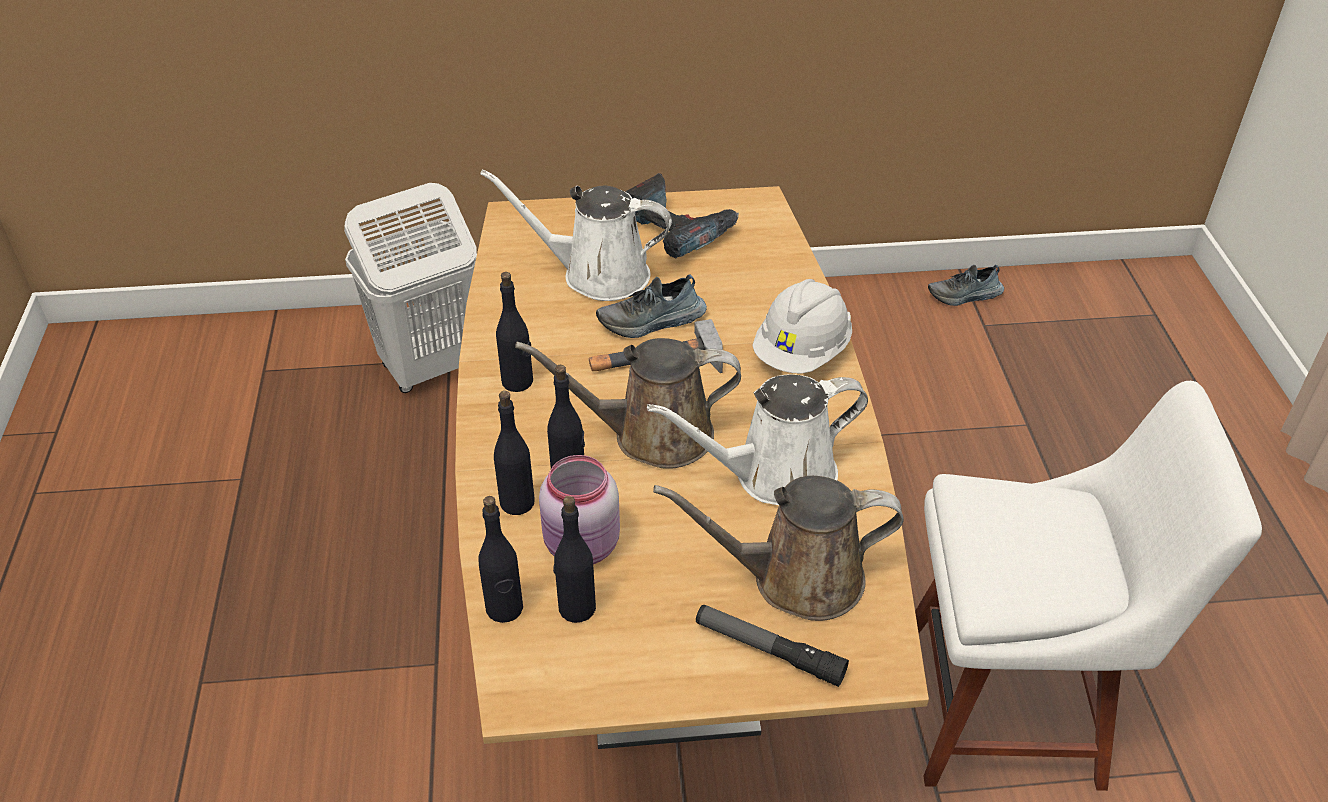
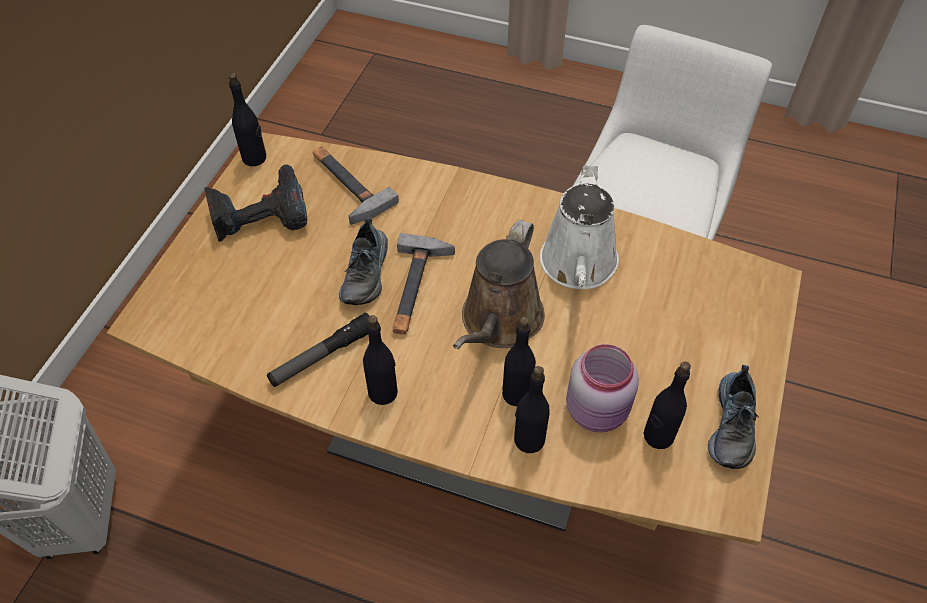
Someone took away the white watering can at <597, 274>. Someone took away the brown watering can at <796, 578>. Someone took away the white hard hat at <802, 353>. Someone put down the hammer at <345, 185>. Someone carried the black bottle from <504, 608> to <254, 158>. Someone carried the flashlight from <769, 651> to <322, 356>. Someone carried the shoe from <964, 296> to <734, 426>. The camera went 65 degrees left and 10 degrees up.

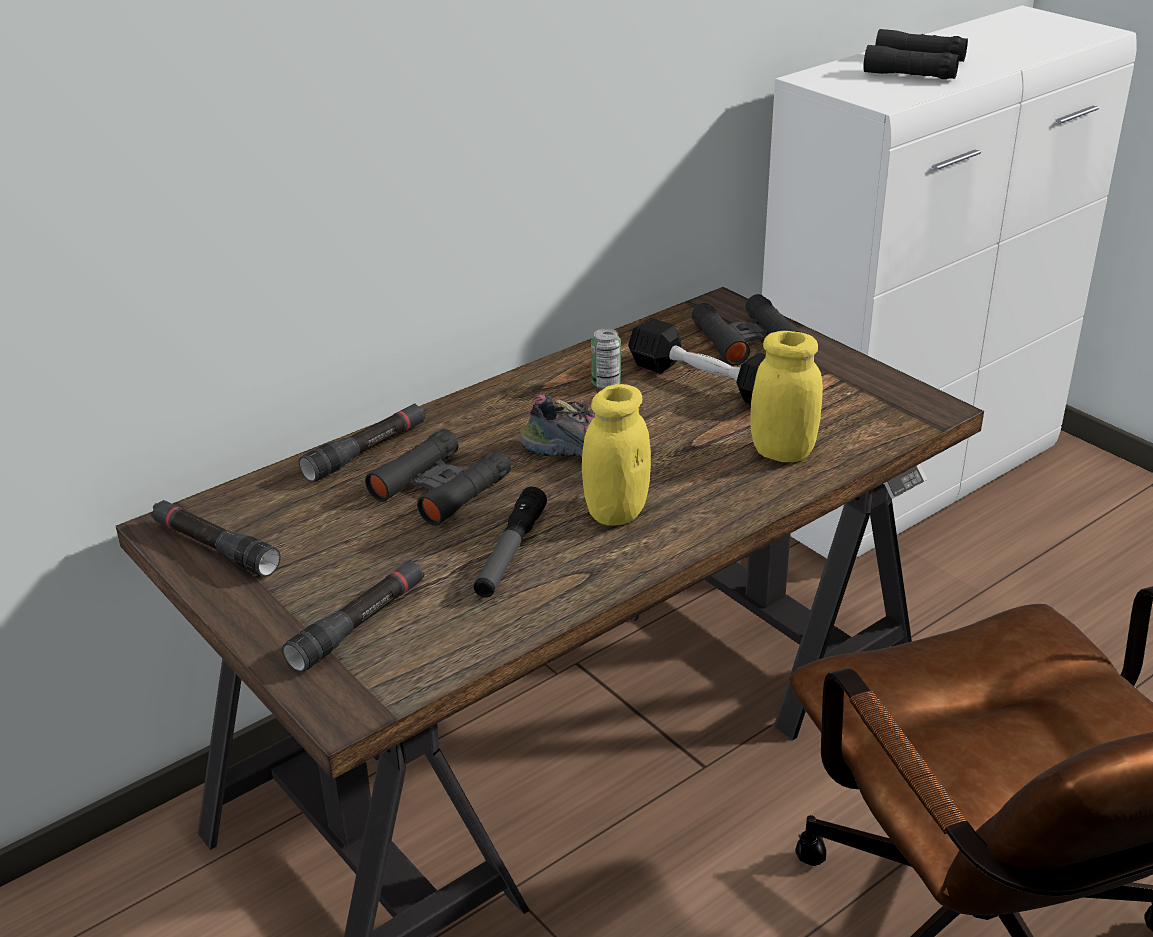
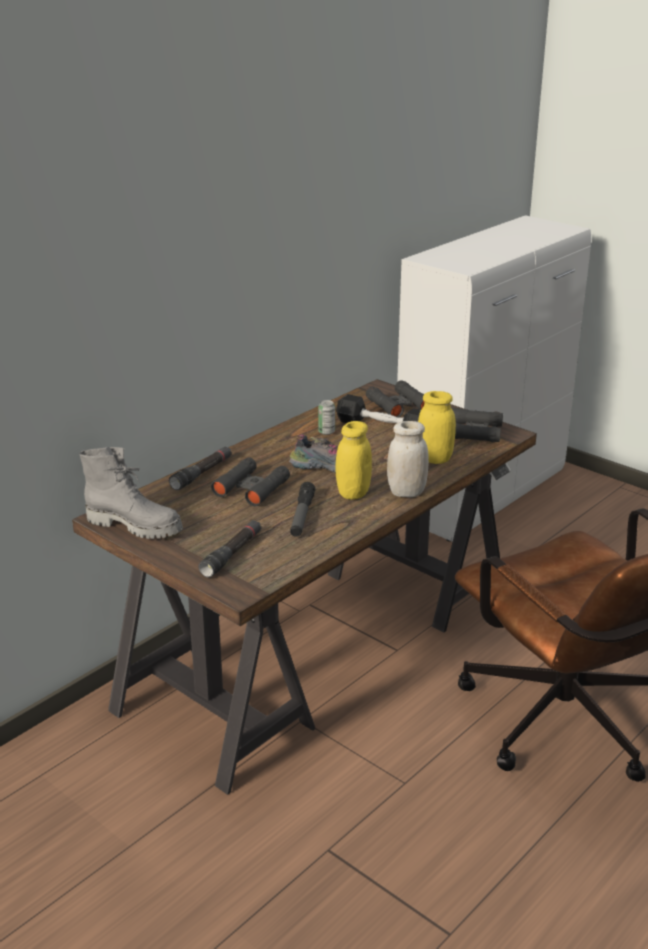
Someone put down the white jar at <406, 492>. Someone carried the black binoculars from <914, 67> to <473, 432>. Someone swapped the black flashlight at <215, 548> for the grey boot at <135, 525>. The camera went 10 degrees left and 5 degrees down.

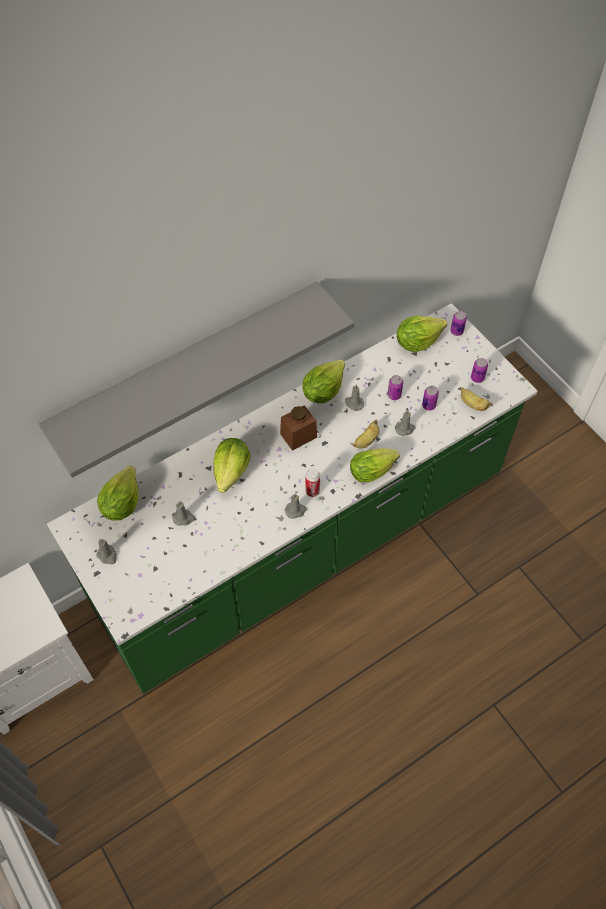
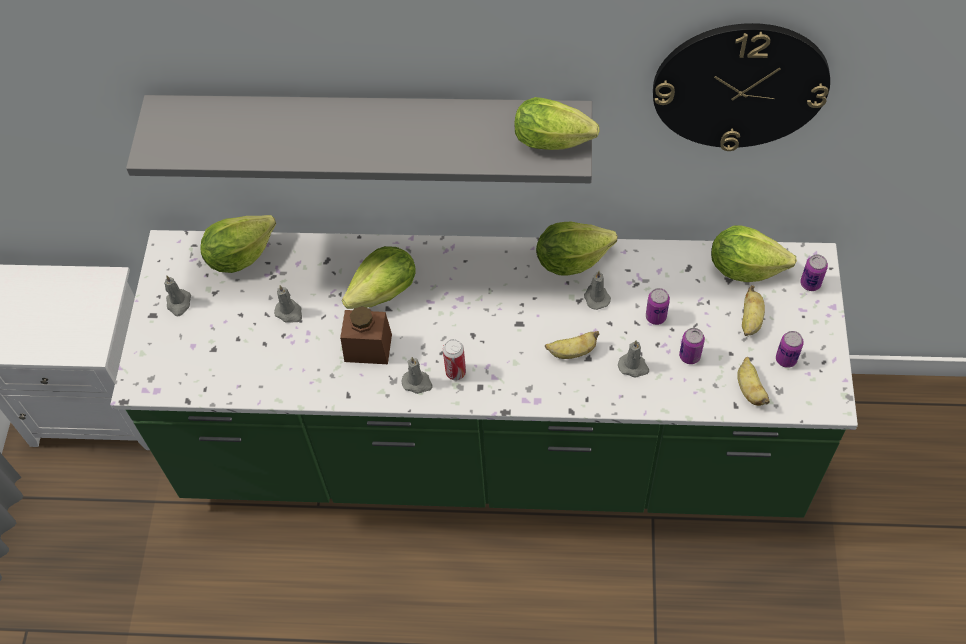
Someone put up the wall clock at <740, 86>. Someone put down the banana at <750, 320>. Someone carried the brown jar from <298, 435> to <368, 348>. Someone carried the lettuce from <374, 470> to <557, 141>. The camera went 40 degrees right and 0 degrees up.

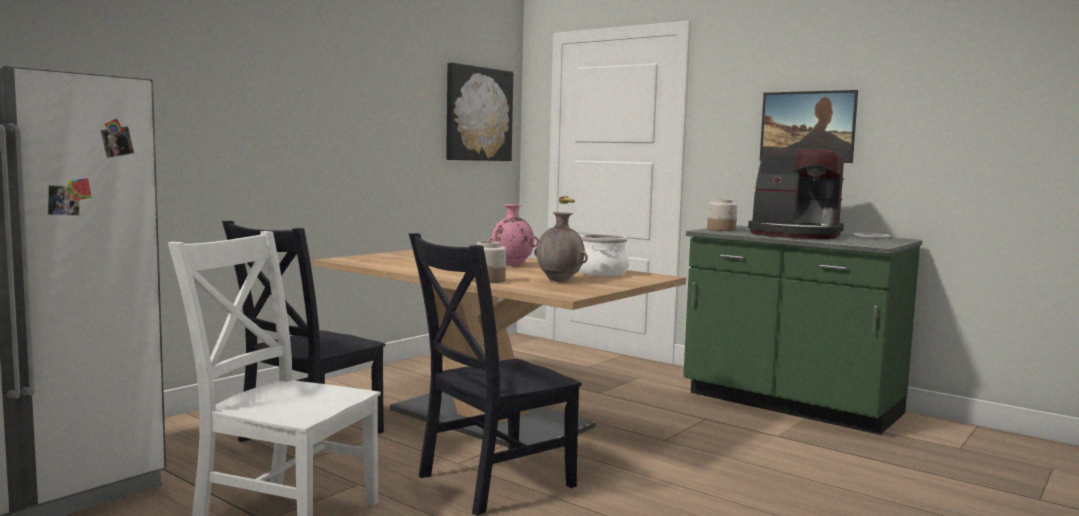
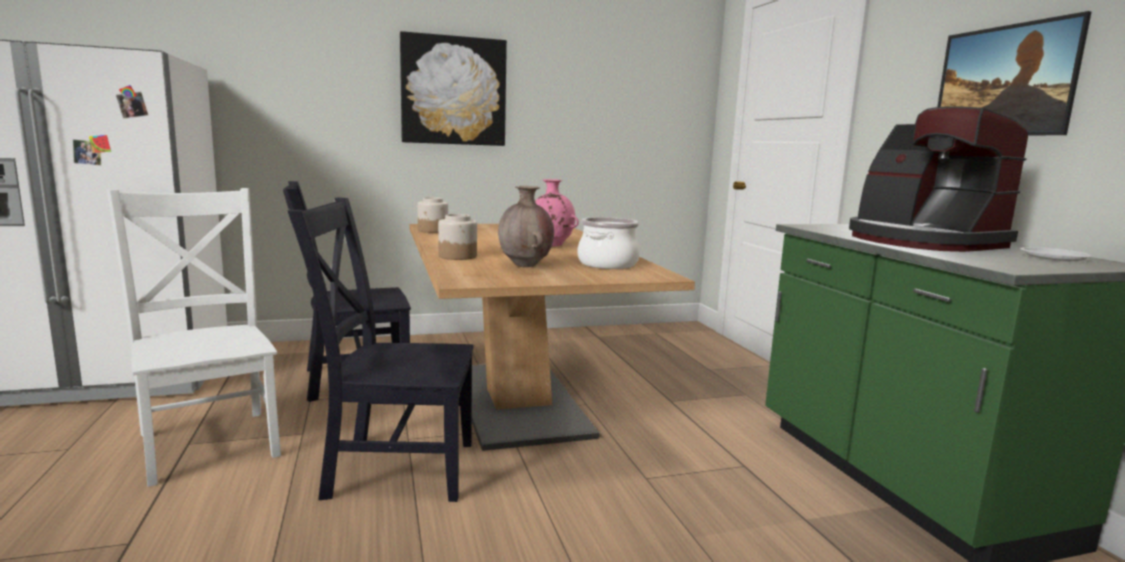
Someone carried the picture from <478, 114> to <453, 91>. Someone carried the jar from <721, 229> to <433, 230>. The camera went 35 degrees right and 5 degrees up.

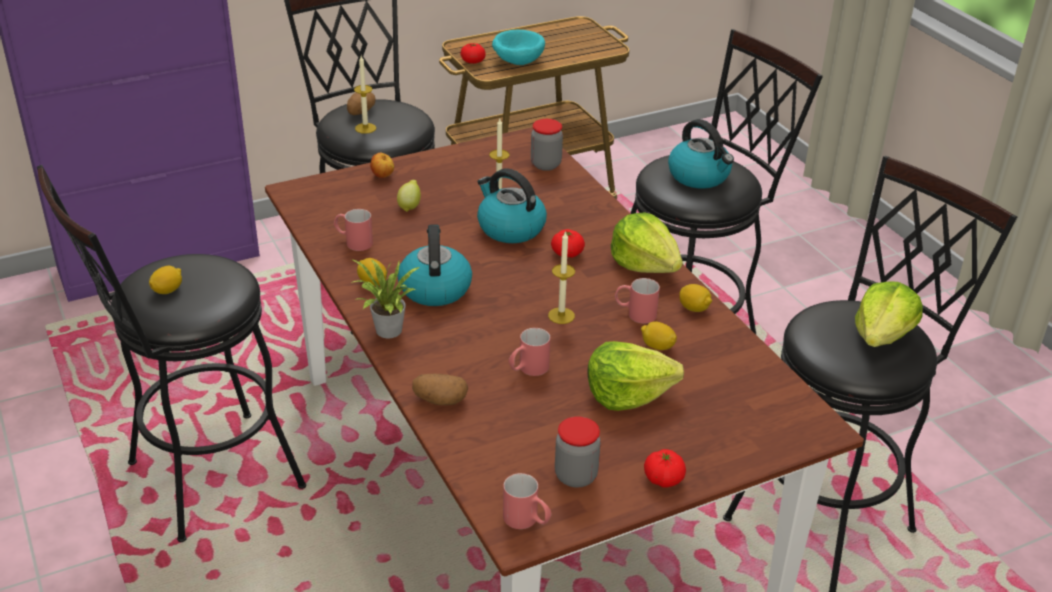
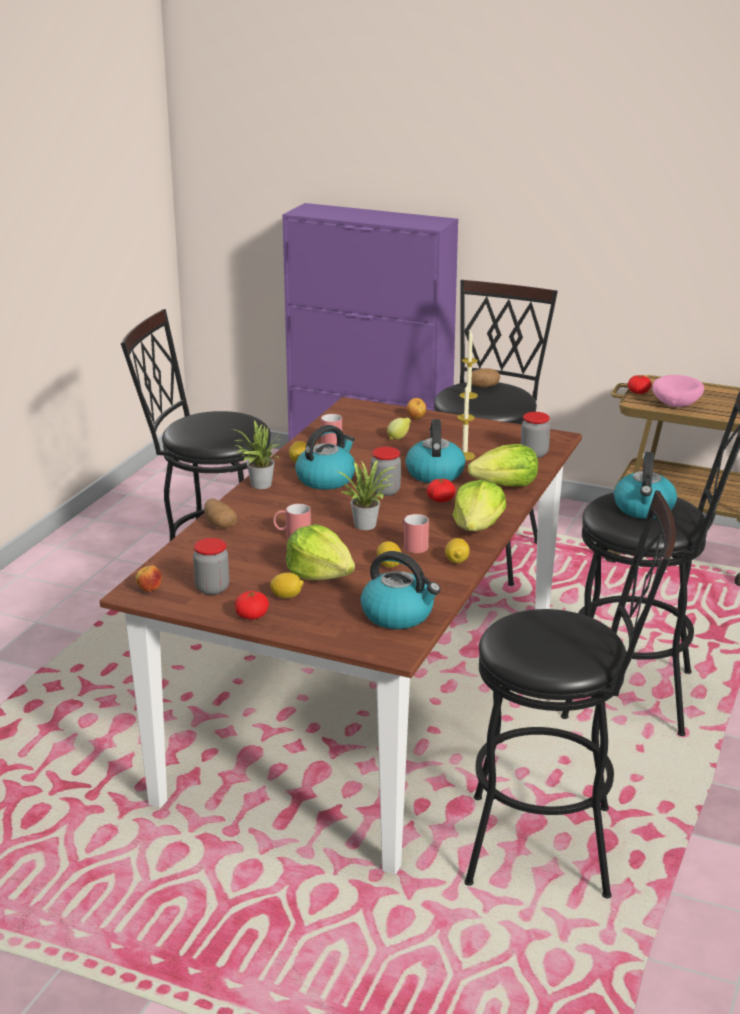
Someone put down the kettle at <398, 615>. Someone put down the jar at <385, 491>. Someone carried the lemon from <168, 290> to <287, 596>. Someone carried the lettuce from <882, 336> to <506, 485>. Someone swapped the red mug at <527, 521> for the apple at <149, 590>. Someone swapped the candle at <561, 315> for the potted plant at <367, 524>. Someone repainted the turquoise bowl at <517, 62>, which became the pink bowl at <675, 404>. The camera went 50 degrees right and 10 degrees down.

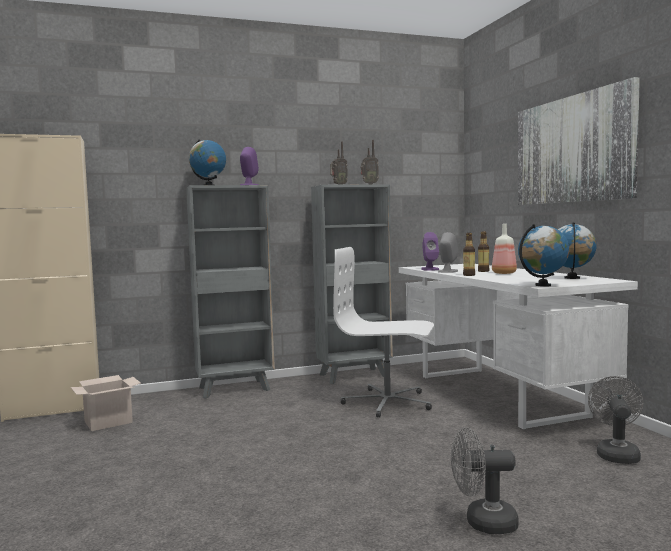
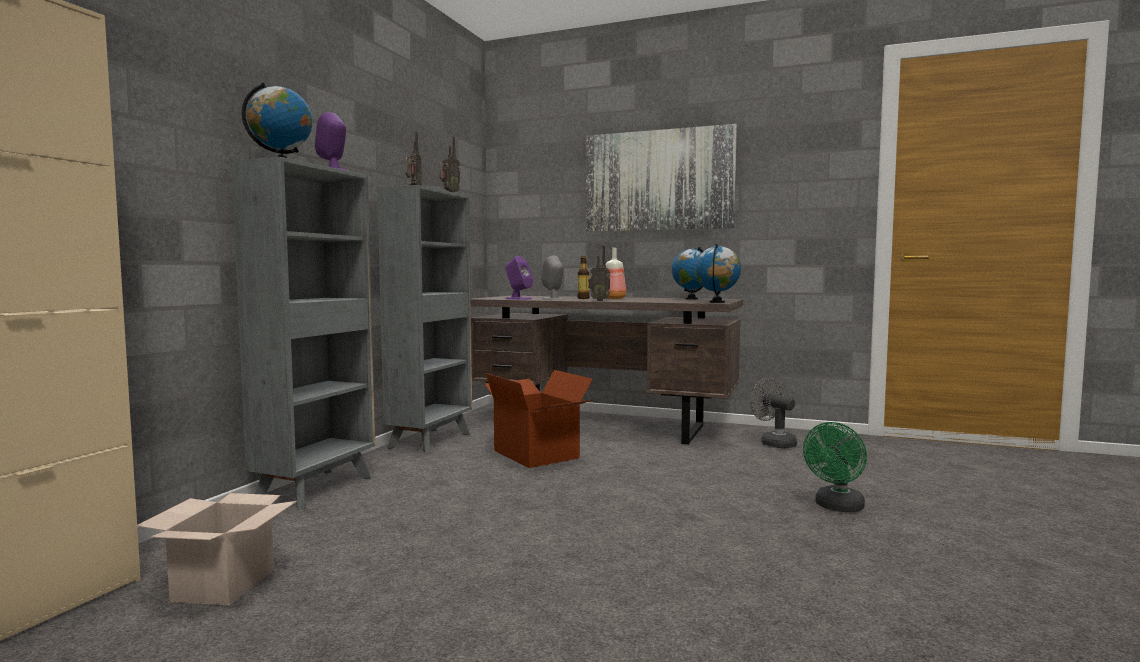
Someone swapped the white office chair at <388, 402> for the cardboard box at <537, 454>. Someone swapped the bottle at <469, 275> for the radio at <599, 300>. Someone repainted the white desk at <498, 395>, which became the brown desk at <605, 426>. Someone repainted the grey fan at <483, 523>, which became the green fan at <837, 507>. The camera went 50 degrees left and 0 degrees up.

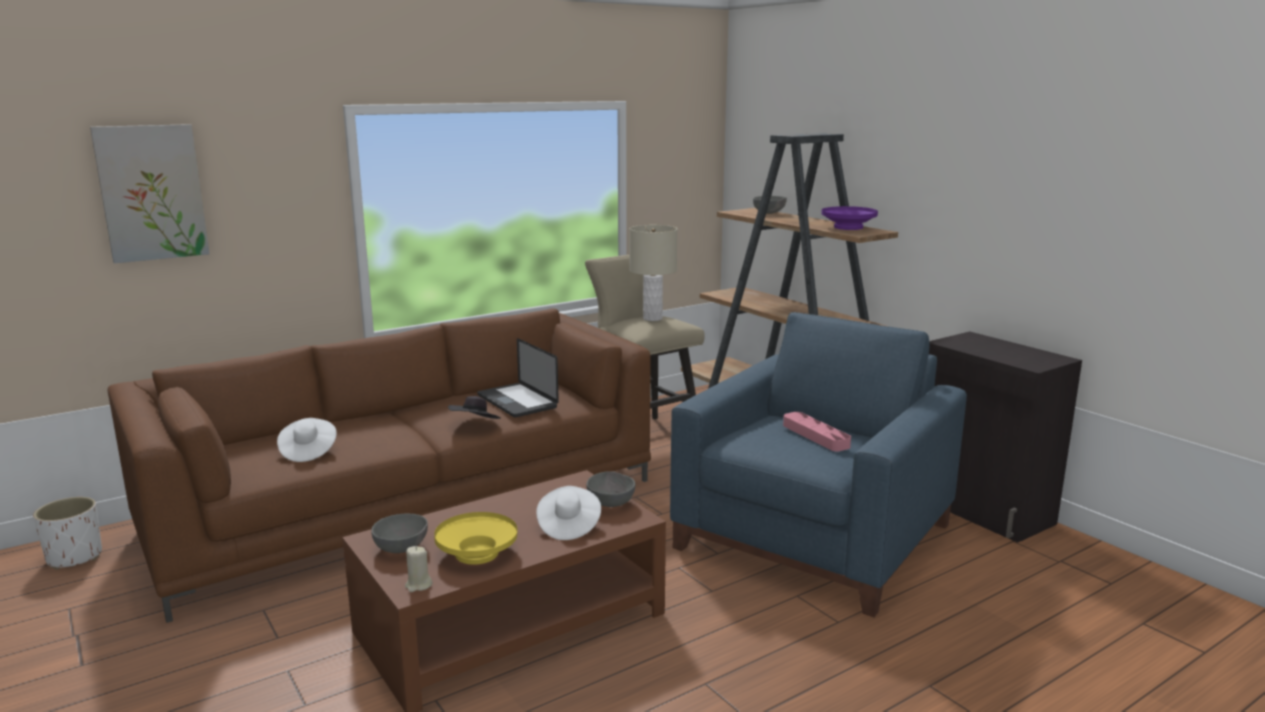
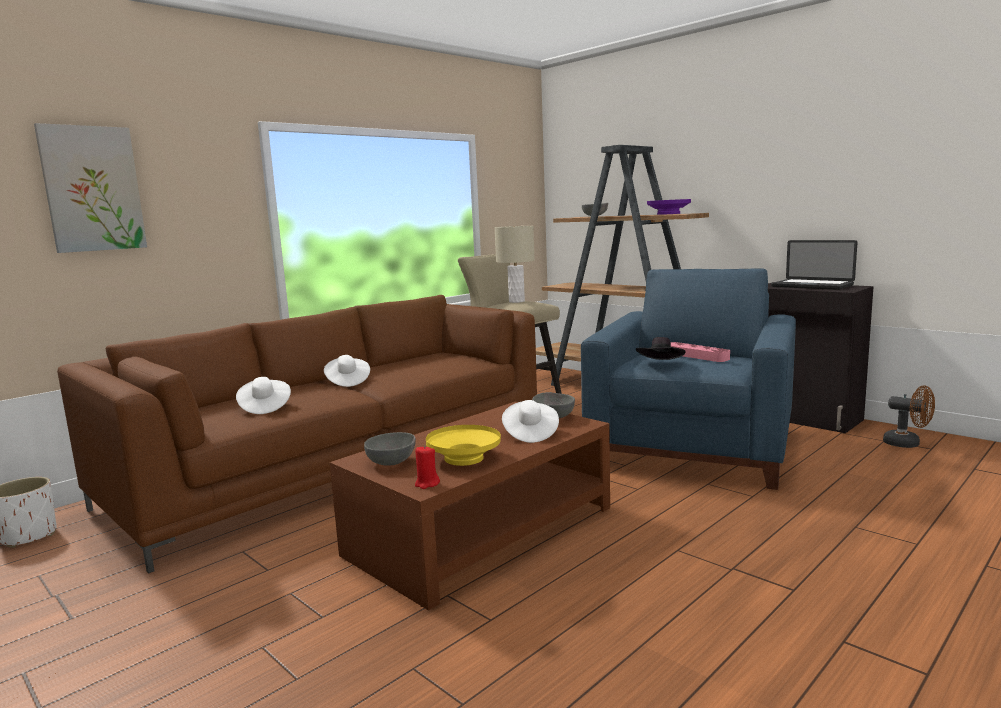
Someone put down the white hat at <347, 381>. Someone put down the brown fan at <907, 444>. Someone carried the black hat from <475, 425> to <660, 364>. Someone carried the laptop from <517, 401> to <811, 286>. Someone repainted the beige candle at <418, 585>, which became the red candle at <427, 484>. The camera went 10 degrees left and 5 degrees down.

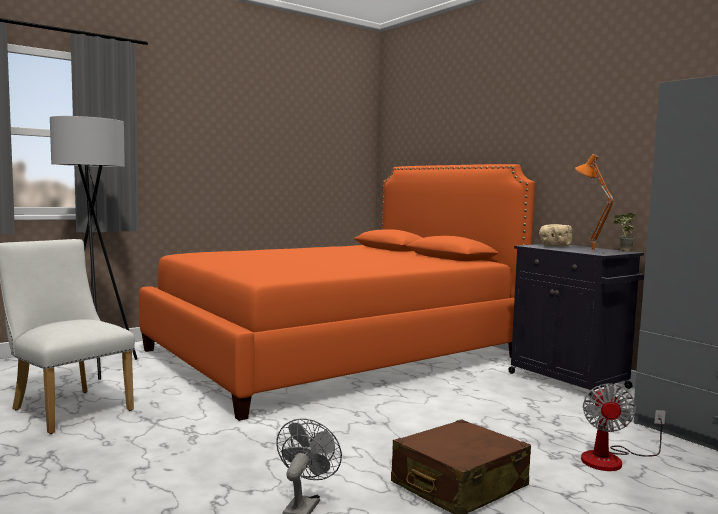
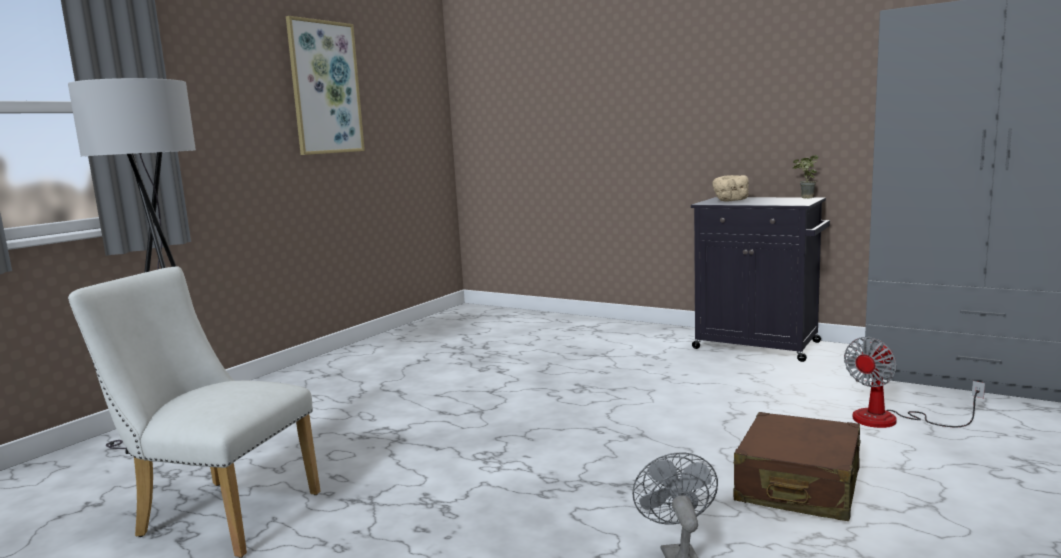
Someone took away the orange bed at <335, 354>. Someone took away the orange table lamp at <590, 252>. Someone put up the picture at <325, 88>. Someone rotated the fan at <612, 459> by 60 degrees clockwise. The camera went 20 degrees left and 5 degrees up.

